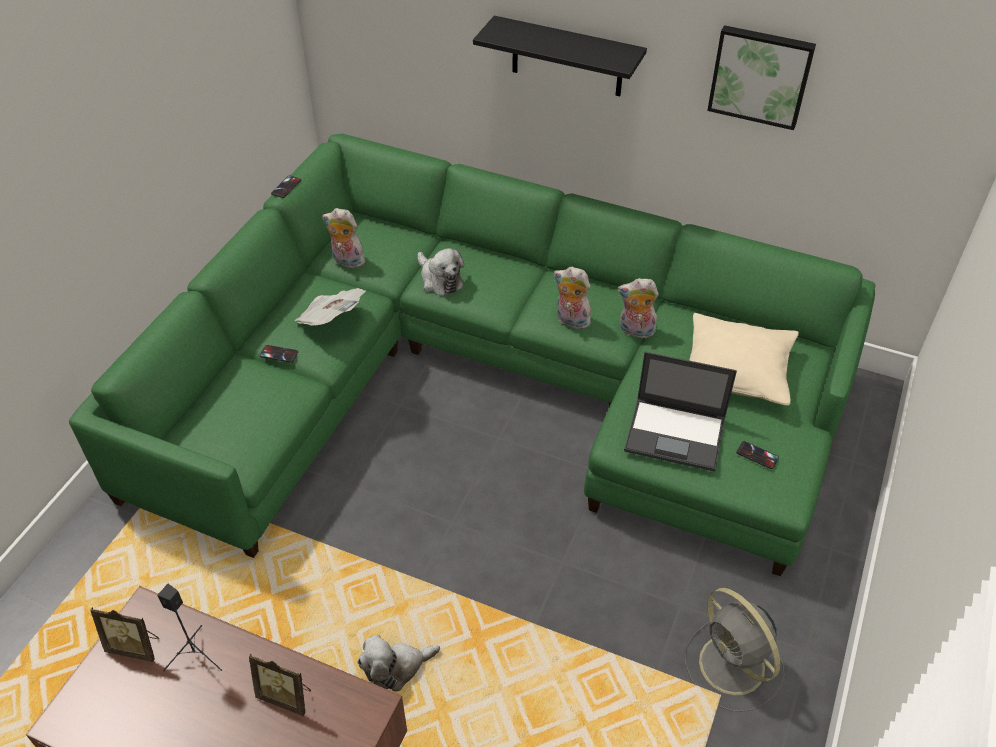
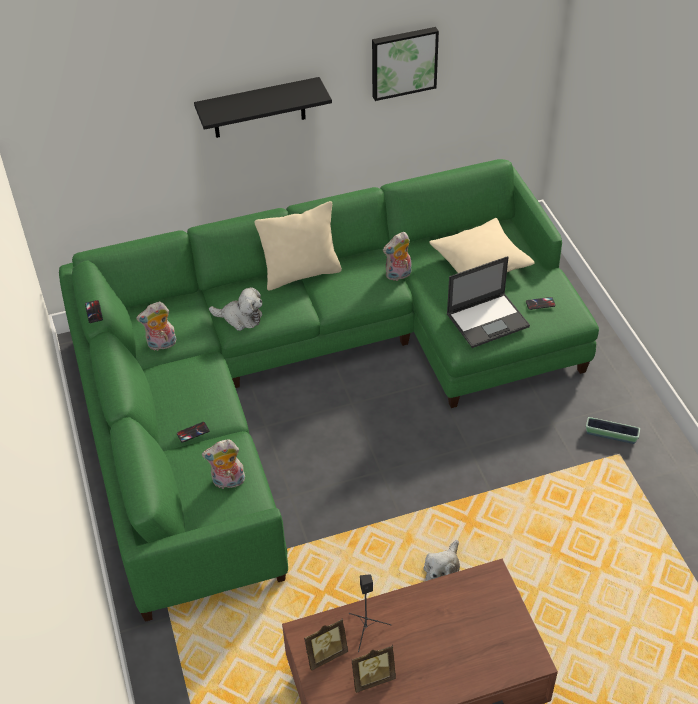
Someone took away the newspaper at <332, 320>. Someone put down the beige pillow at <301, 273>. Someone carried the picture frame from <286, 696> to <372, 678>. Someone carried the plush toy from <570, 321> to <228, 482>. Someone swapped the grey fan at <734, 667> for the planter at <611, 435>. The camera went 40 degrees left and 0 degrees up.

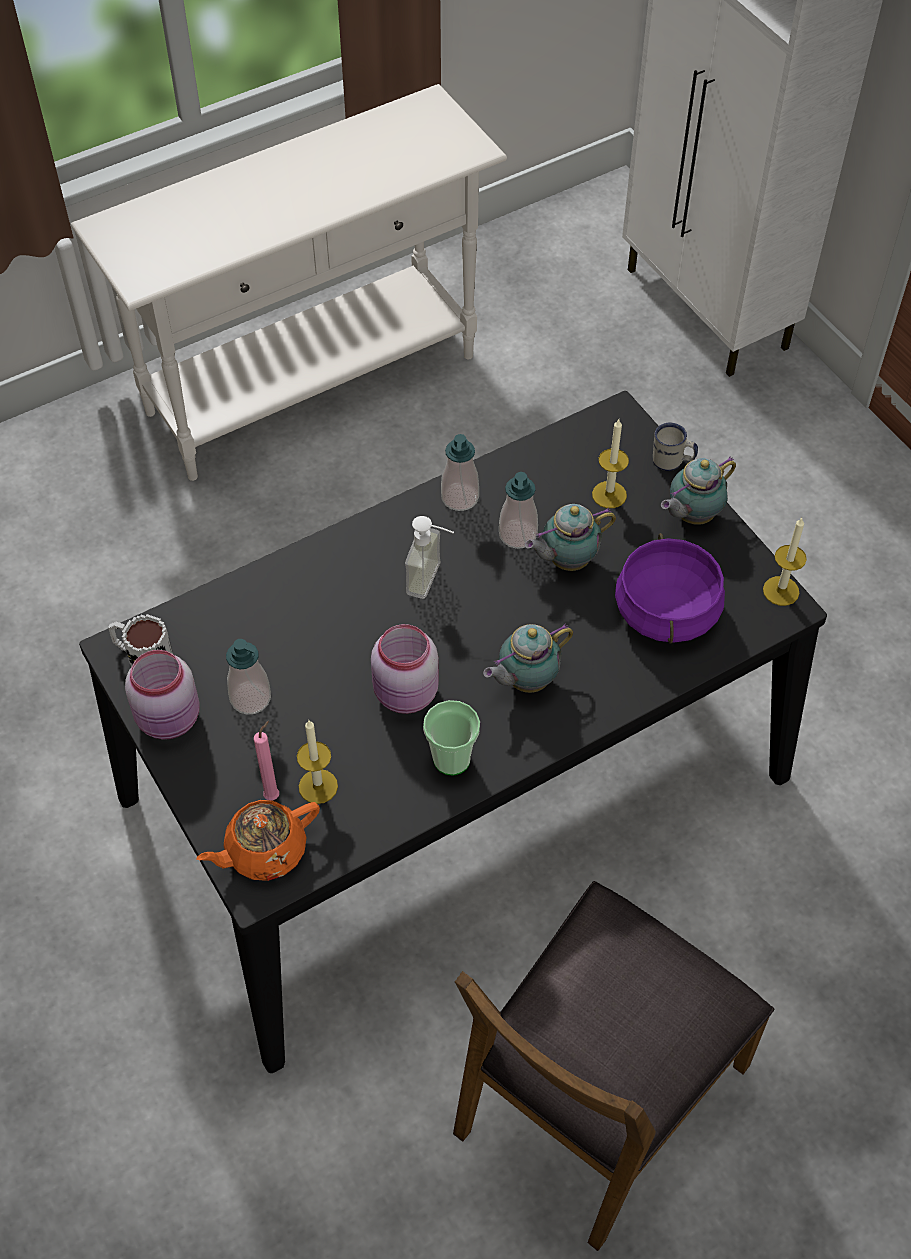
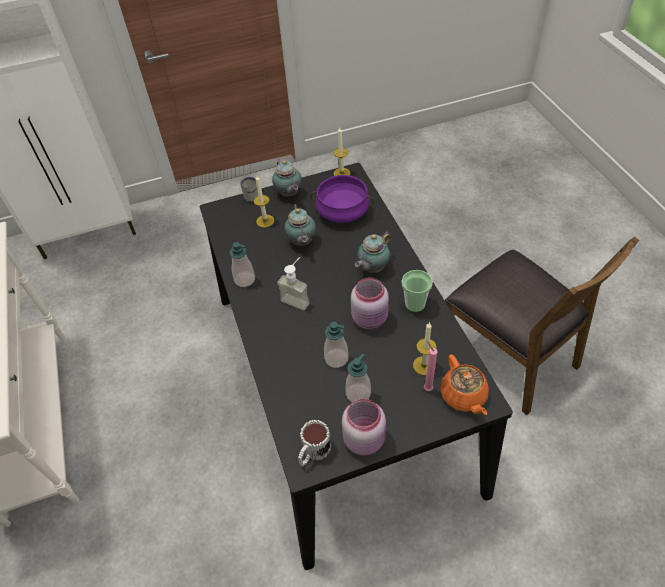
Someone carried the soap dispenser from <517, 535> to <336, 358>. Someone rotated the teapot at <525, 681> by 60 degrees clockwise. The camera went 75 degrees left and 5 degrees down.

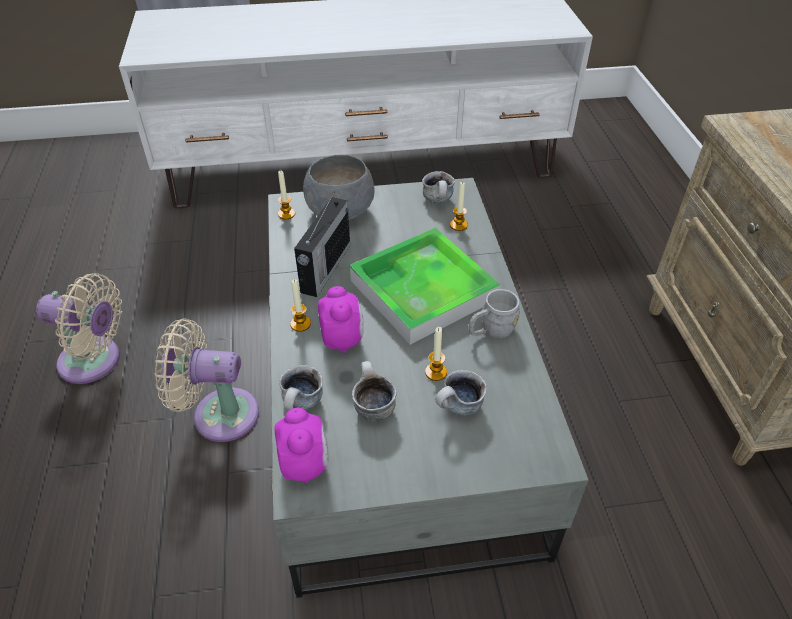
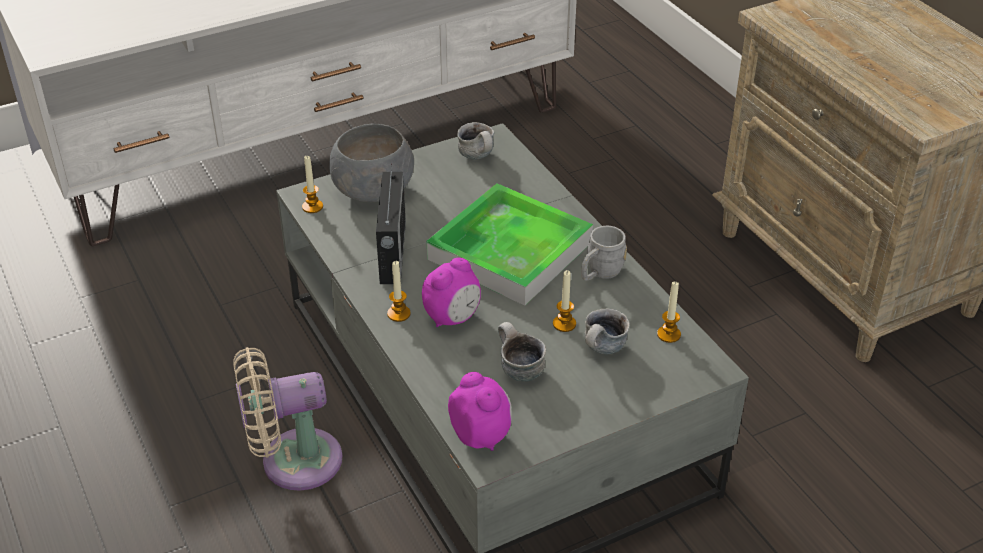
Someone took away the beige fan at <95, 362>. Someone took away the mug at <302, 405>. Someone carried the candle from <458, 225> to <668, 334>. Someone rotated the alarm clock at <342, 339> by 75 degrees clockwise. The camera went 20 degrees left and 5 degrees down.

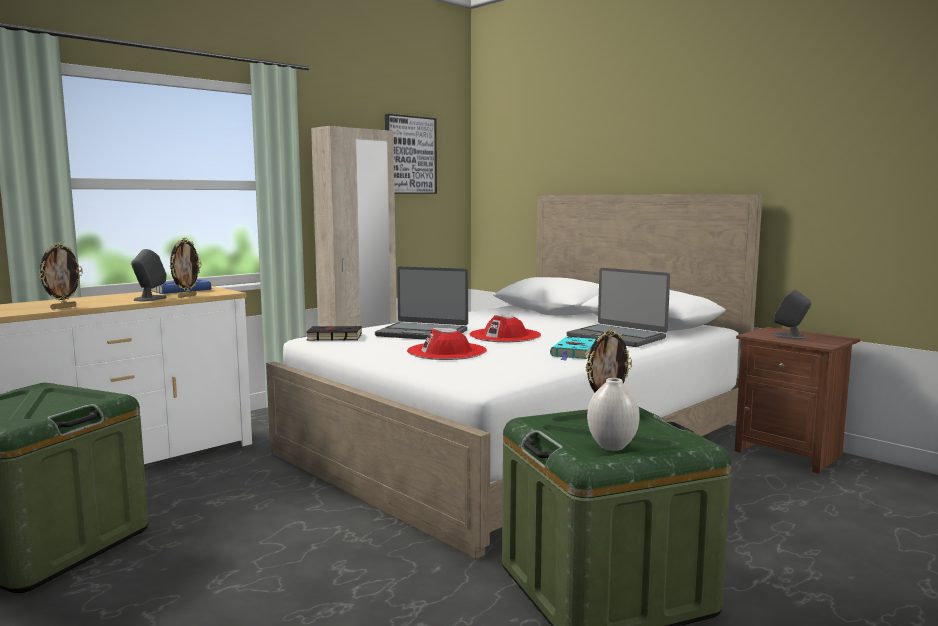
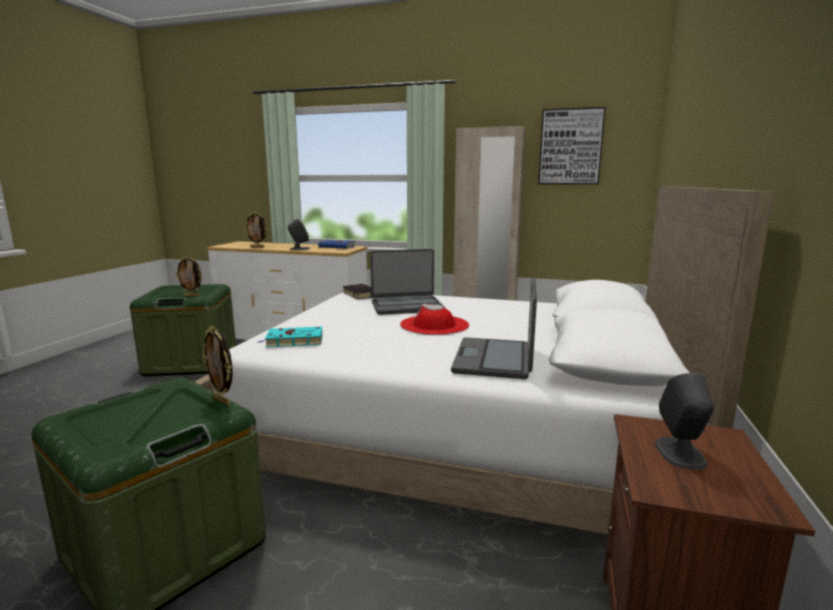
Someone took away the red hat at <447, 351>. Someone took away the white vase at <611, 447>. Someone carried the picture frame from <186, 296> to <191, 296>. Someone carried the turquoise book from <575, 352> to <293, 341>. Someone rotated the laptop at <422, 333> by 90 degrees counterclockwise. The camera went 60 degrees right and 5 degrees up.

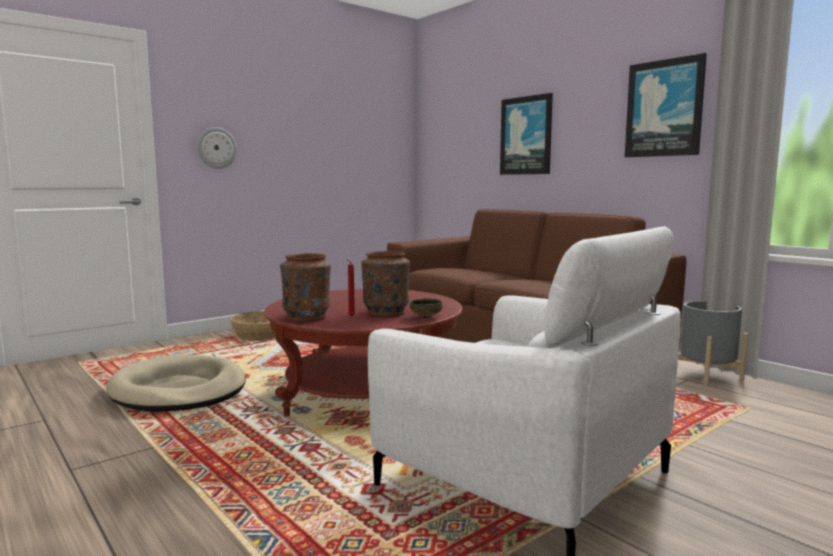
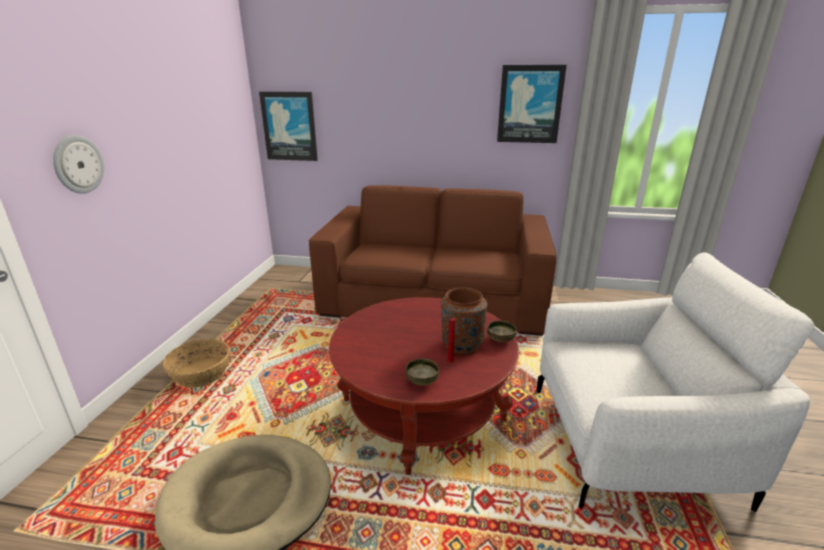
Someone took away the grey planter at <706, 375>. Someone carried the picture from <526, 135> to <289, 126>. Someone swapped the brown vase at <307, 317> for the bowl at <421, 381>. The camera went 40 degrees left and 15 degrees up.

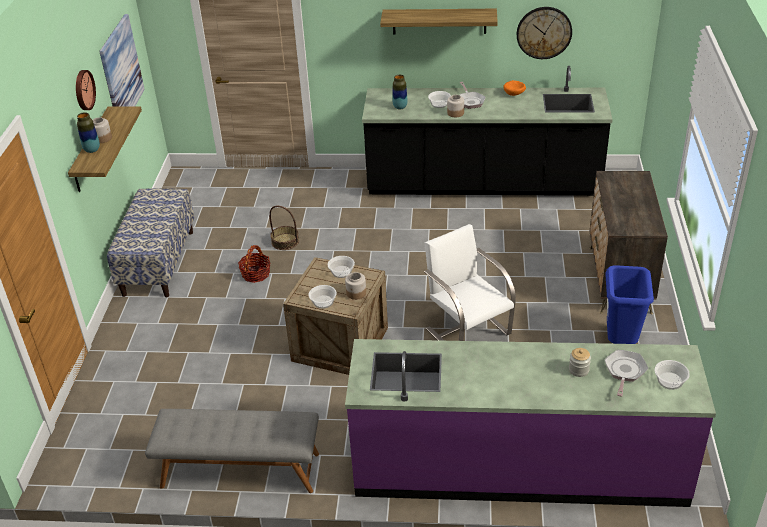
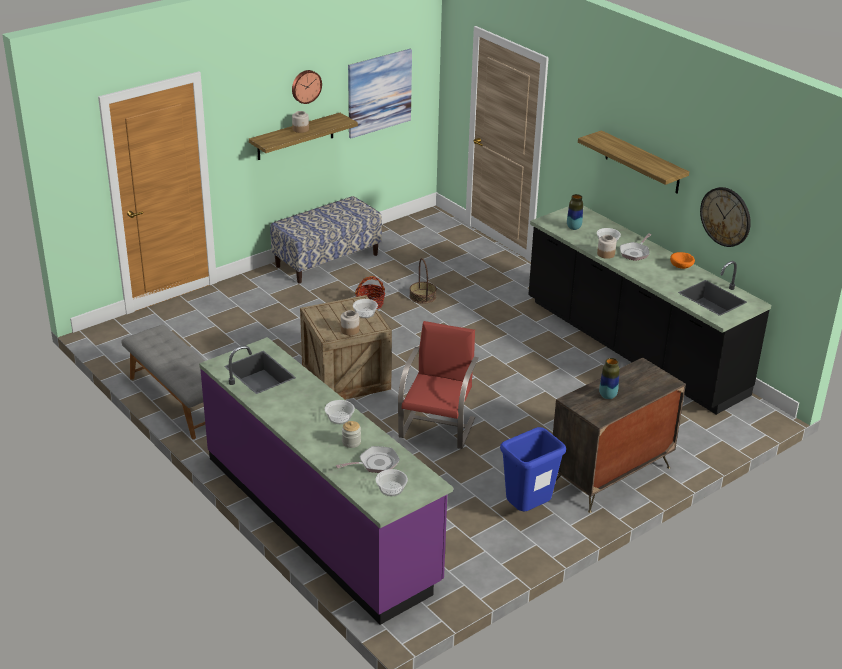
Someone carried the vase from <92, 150> to <607, 396>. Someone carried the bowl from <323, 301> to <340, 417>. Someone repainted the white chair at <467, 330>, which became the red chair at <438, 427>. The camera went 45 degrees right and 5 degrees down.

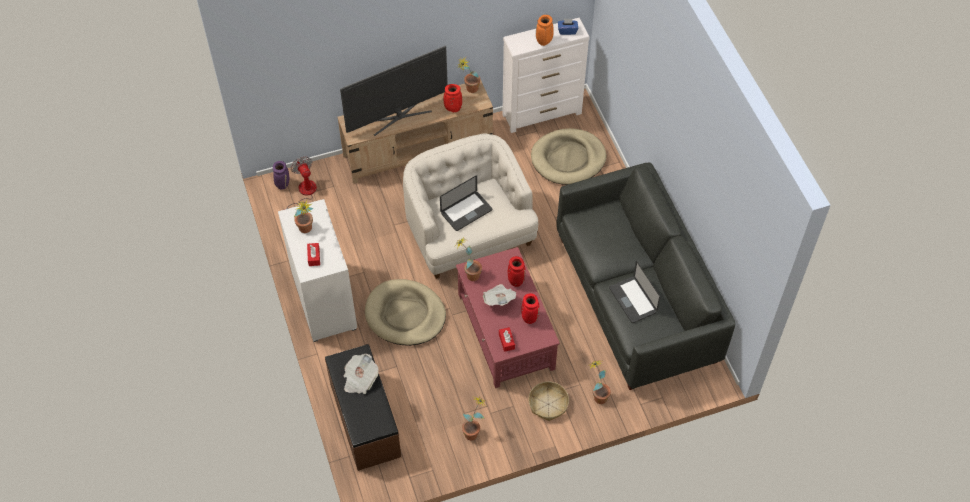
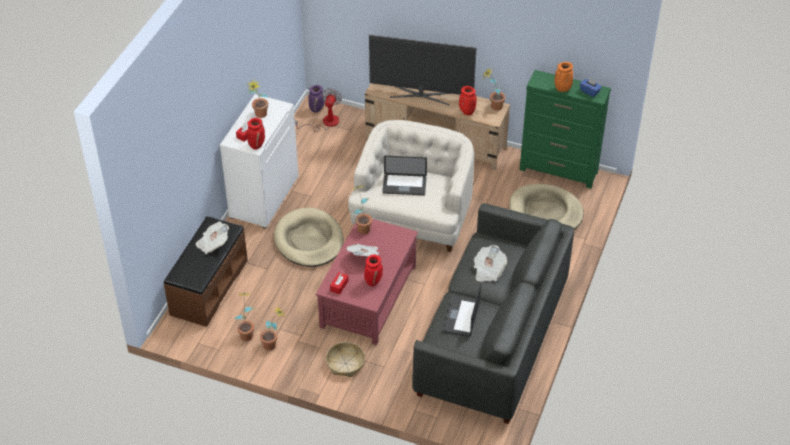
Someone put down the newspaper at <488, 270>. Someone carried the red vase from <515, 280> to <256, 145>. Someone carried the potted plant from <597, 395> to <247, 333>. Someone repainted the white dresser at <542, 114>, which became the green dresser at <559, 171>. The camera went 40 degrees right and 10 degrees down.

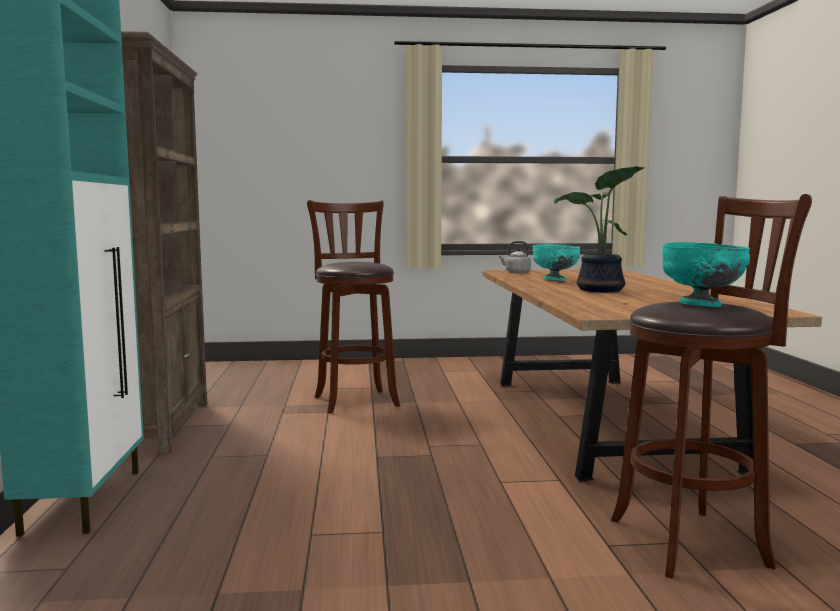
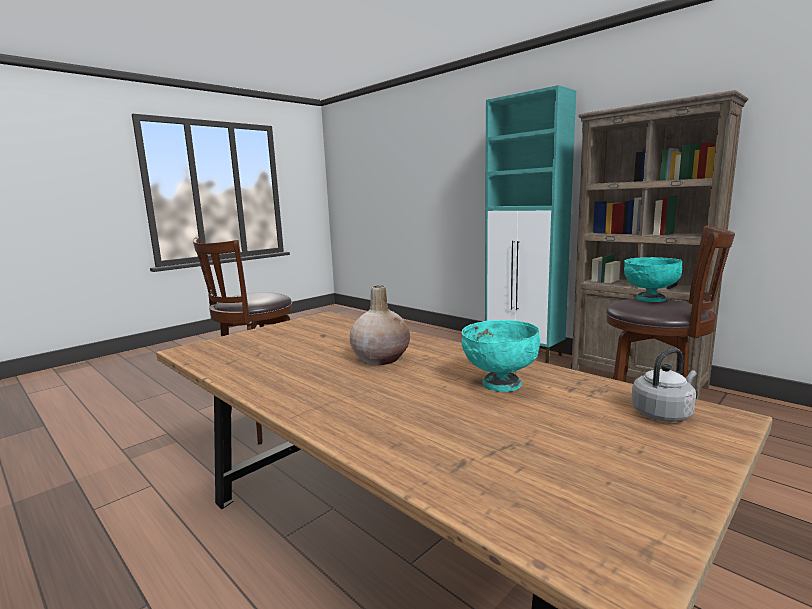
Someone carried the turquoise bowl from <701, 305> to <649, 299>. Someone swapped the potted plant at <599, 290> for the beige vase at <381, 359>. The camera went 140 degrees right and 5 degrees up.

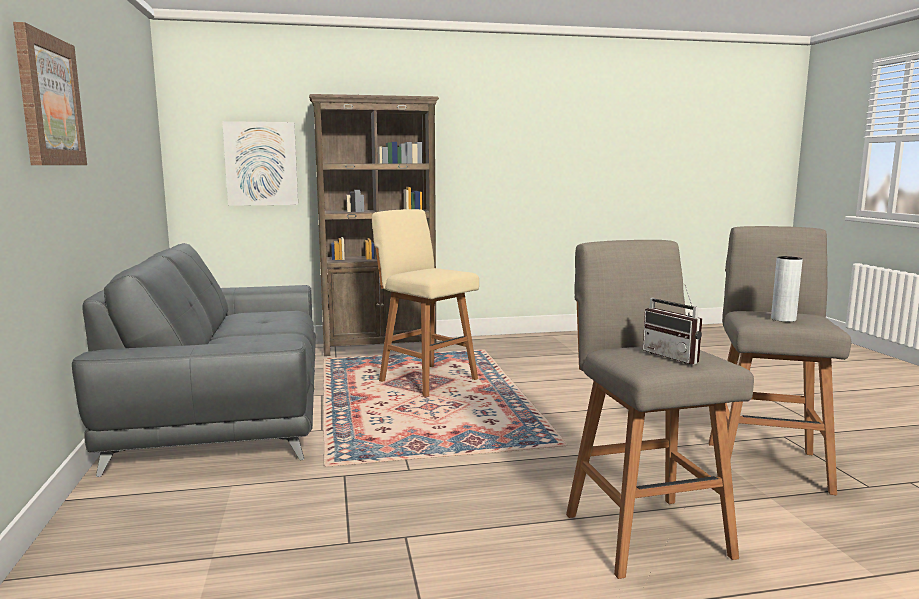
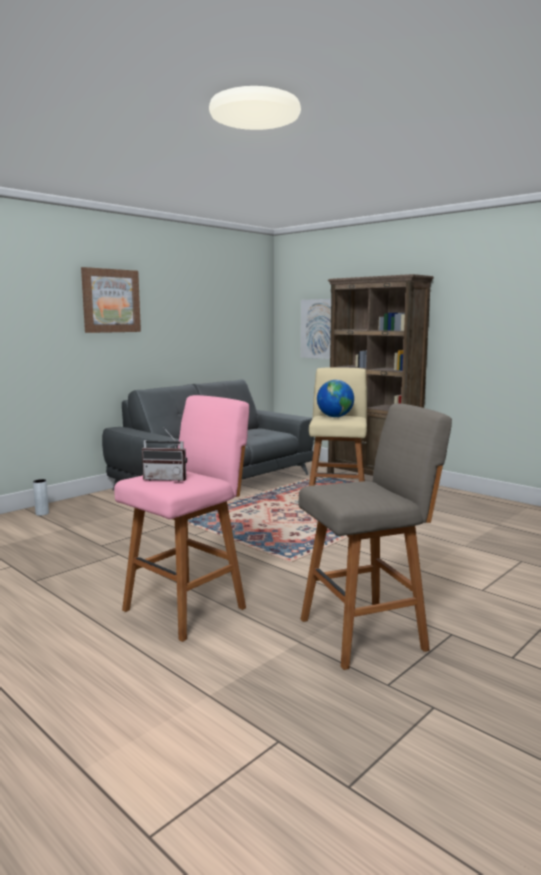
Someone put down the globe at <335, 417>. Someone carried the grey vase from <783, 319> to <42, 513>. Someone repainted the grey stool at <644, 532>, which became the pink stool at <188, 607>. Someone rotated the radio at <675, 357> by 105 degrees counterclockwise. The camera went 55 degrees right and 0 degrees up.

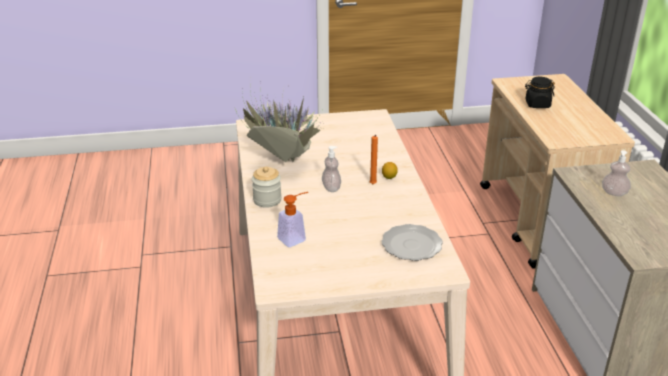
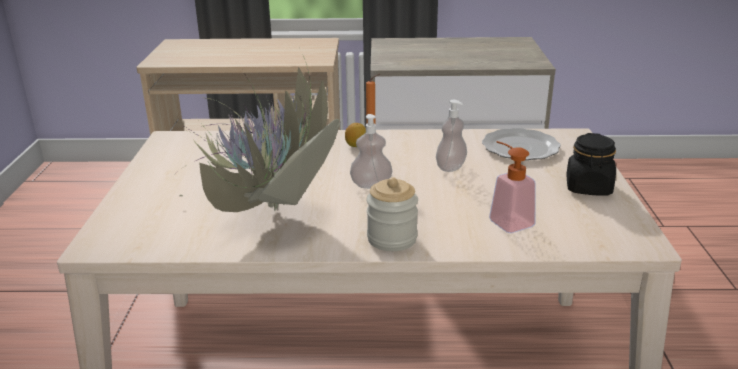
Someone carried the black jar from <537, 104> to <588, 187>. Someone carried the soap dispenser from <614, 193> to <450, 167>. The camera went 80 degrees left and 5 degrees down.

